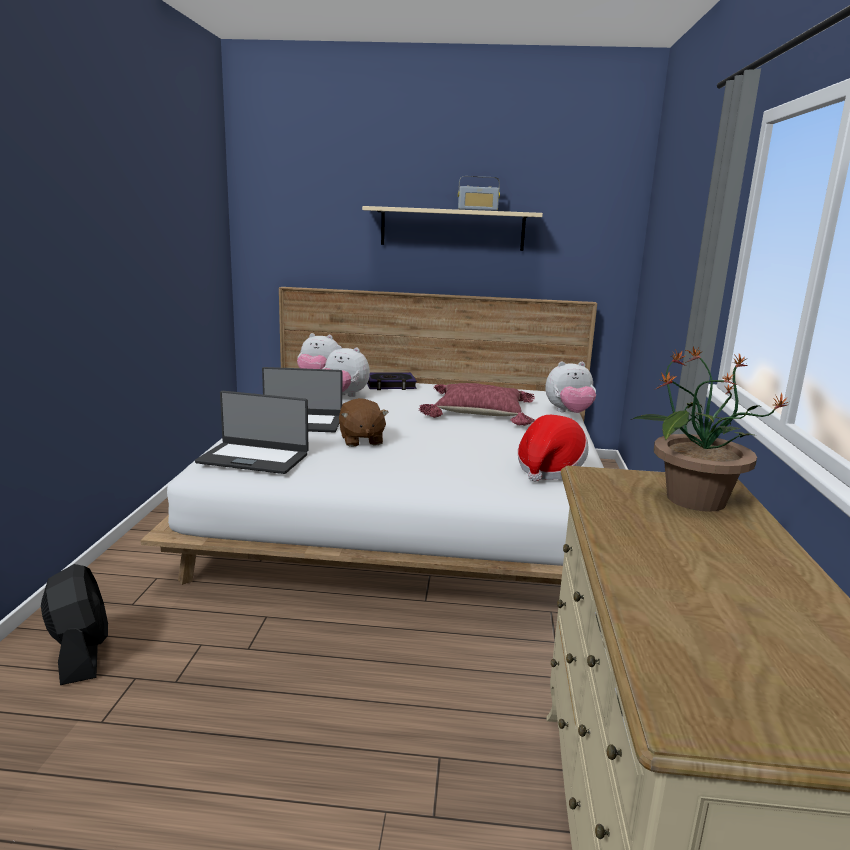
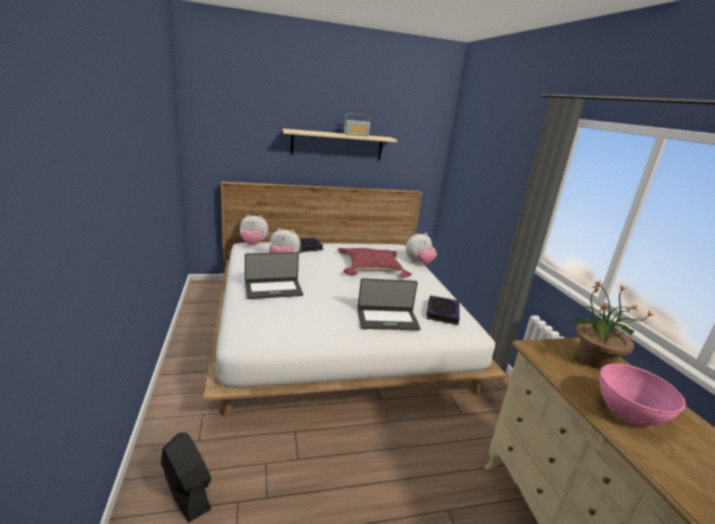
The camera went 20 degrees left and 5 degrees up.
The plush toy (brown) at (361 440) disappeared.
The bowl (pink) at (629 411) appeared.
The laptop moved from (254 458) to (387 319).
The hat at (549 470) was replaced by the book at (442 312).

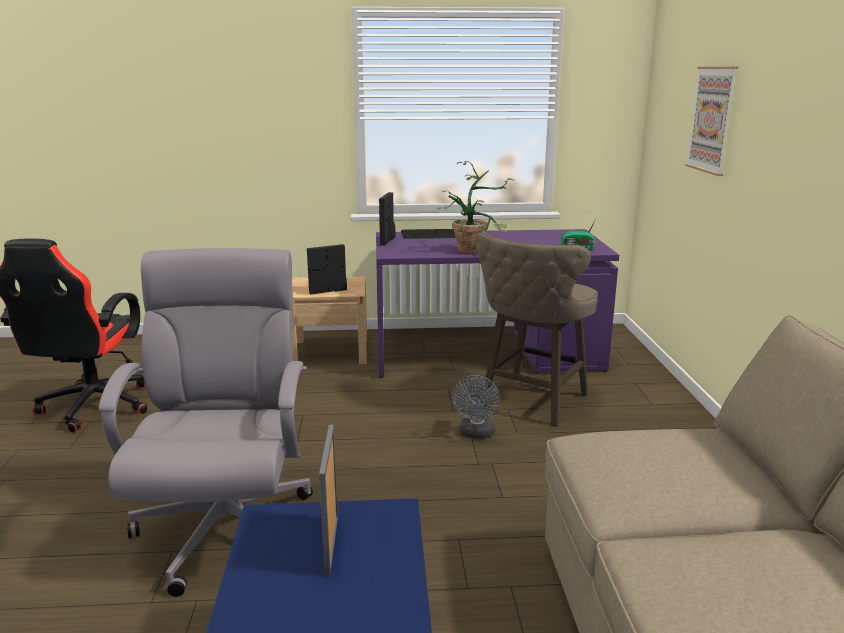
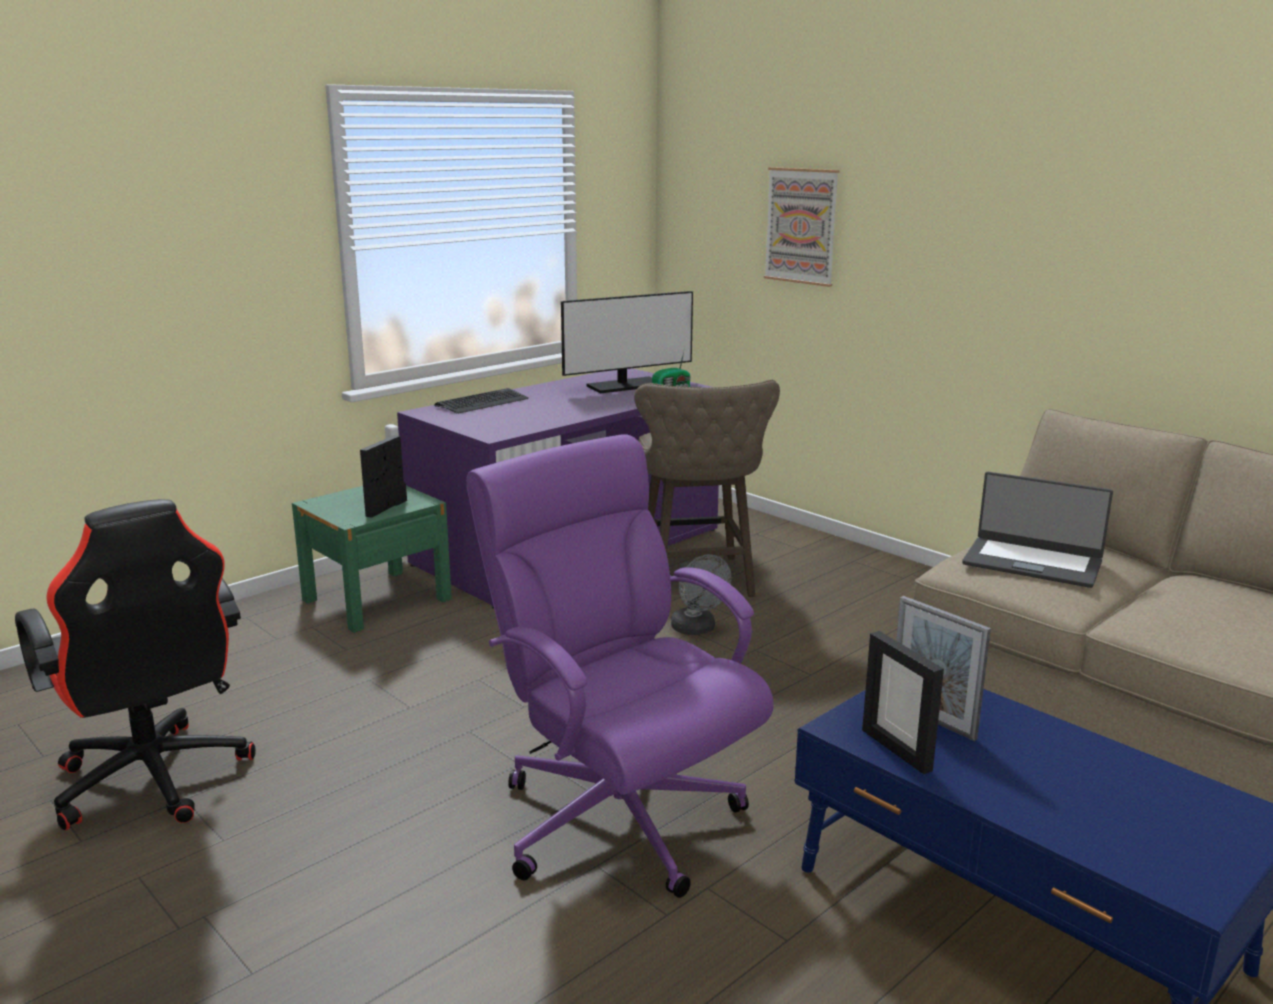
The camera went 40 degrees left and 0 degrees up.
The potted plant at (475 249) disappeared.
The monitor at (625 386) appeared.
The laptop at (1032 562) appeared.
The picture frame moved from (387 241) to (897 749).
The office chair (grey) at (226 532) became the office chair (purple) at (619 821).
The nightstand (beige) at (330 352) became the nightstand (green) at (377 599).

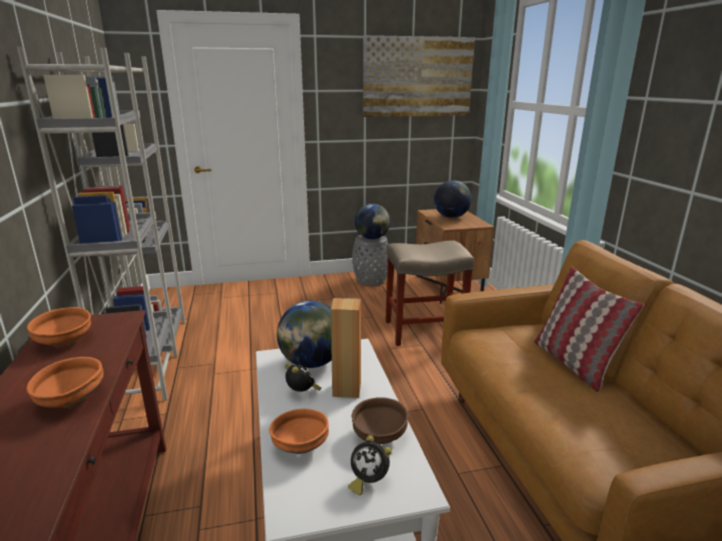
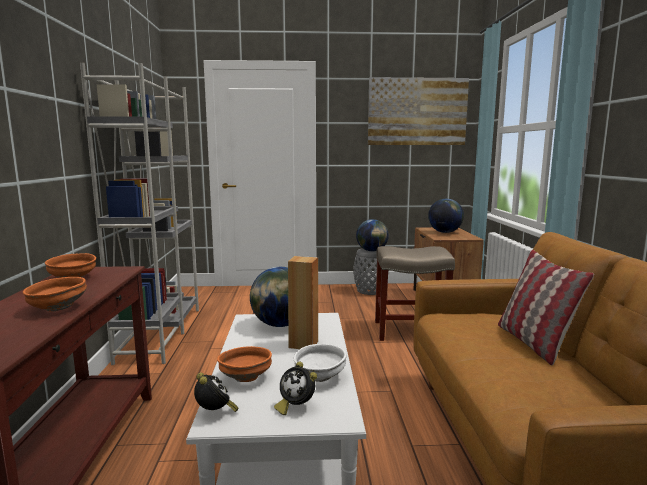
The camera went 10 degrees right and 10 degrees down.
The alarm clock moved from (302 393) to (215 413).
The bowl (brown) at (378 436) became the bowl (white) at (319 377).

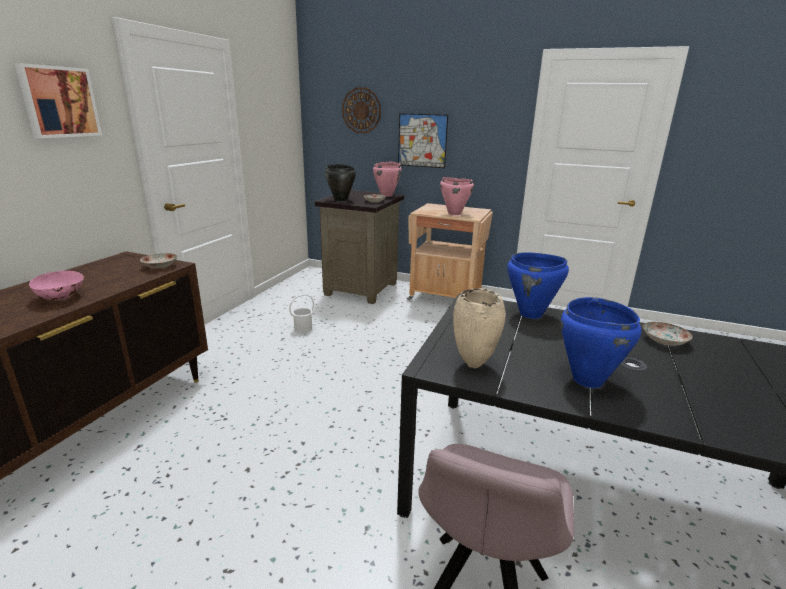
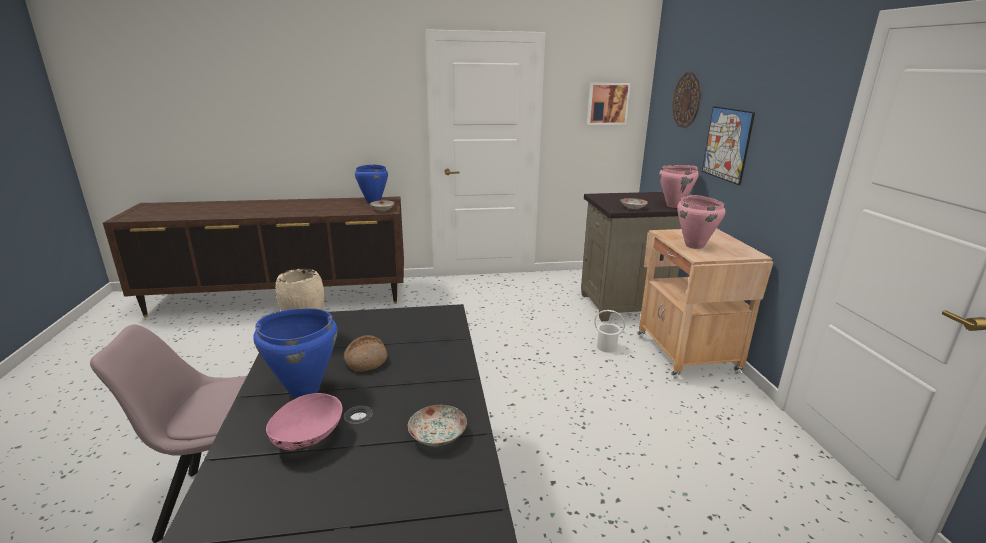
The camera went 60 degrees right and 0 degrees up.
The cooking pot (black) at (341 200) disappeared.
The bread at (366 360) appeared.
The picture moved from (59 102) to (607 103).
The bowl (pink) moved from (62 297) to (308 439).
The bucket (white) moved from (303 328) to (606 347).
The cooking pot (blue) moved from (531 314) to (373 202).

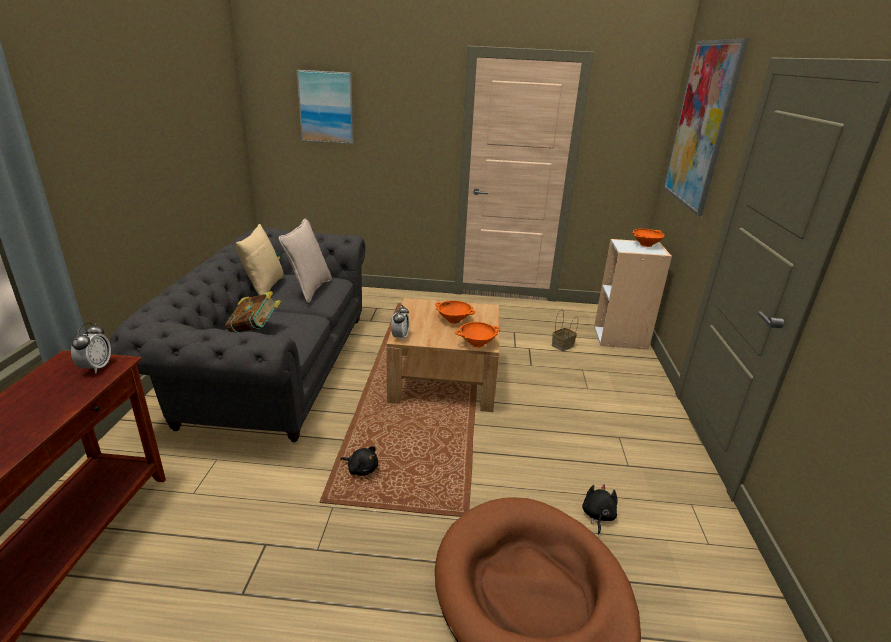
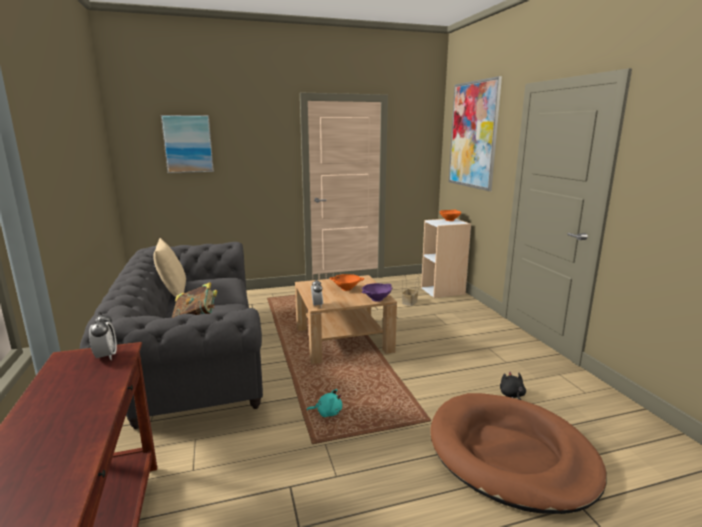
The camera went 20 degrees left and 10 degrees down.
The pillow (beige) at (309 289) disappeared.
The plush toy (black) at (361 469) became the plush toy (turquoise) at (327 412).
The bowl (orange) at (477 344) became the bowl (purple) at (377 299).

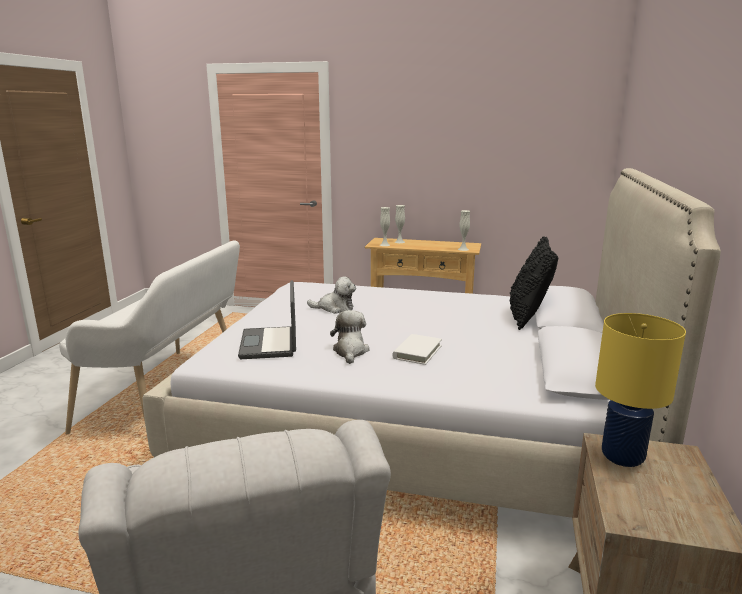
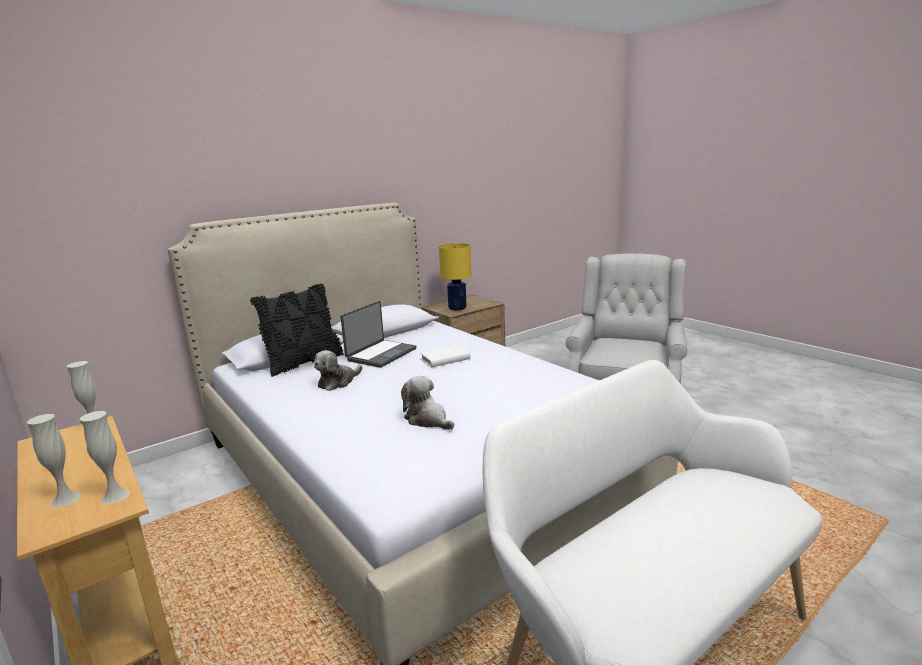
The camera went 140 degrees left and 0 degrees up.
The laptop moved from (270 344) to (380 354).
The plush toy moved from (350 351) to (338 382).

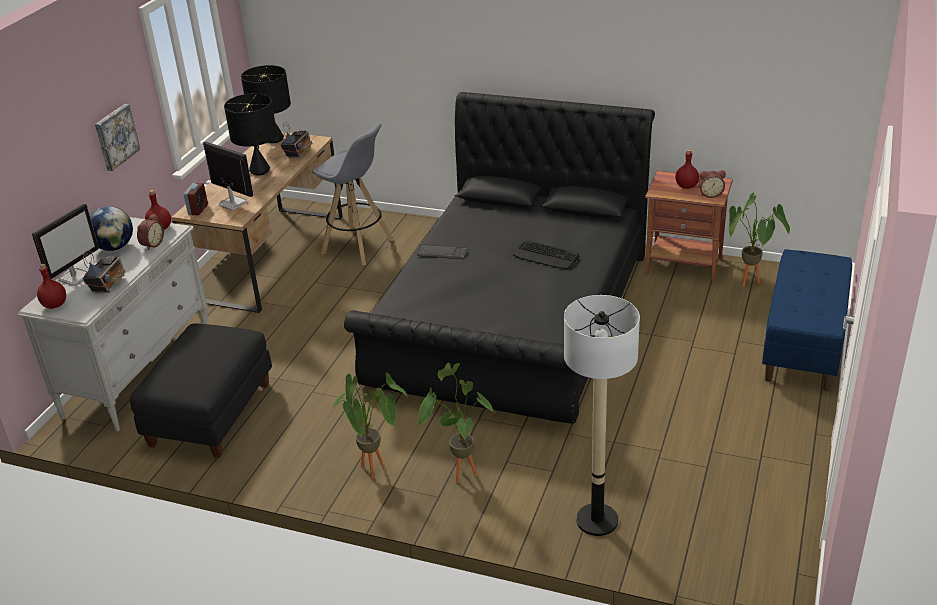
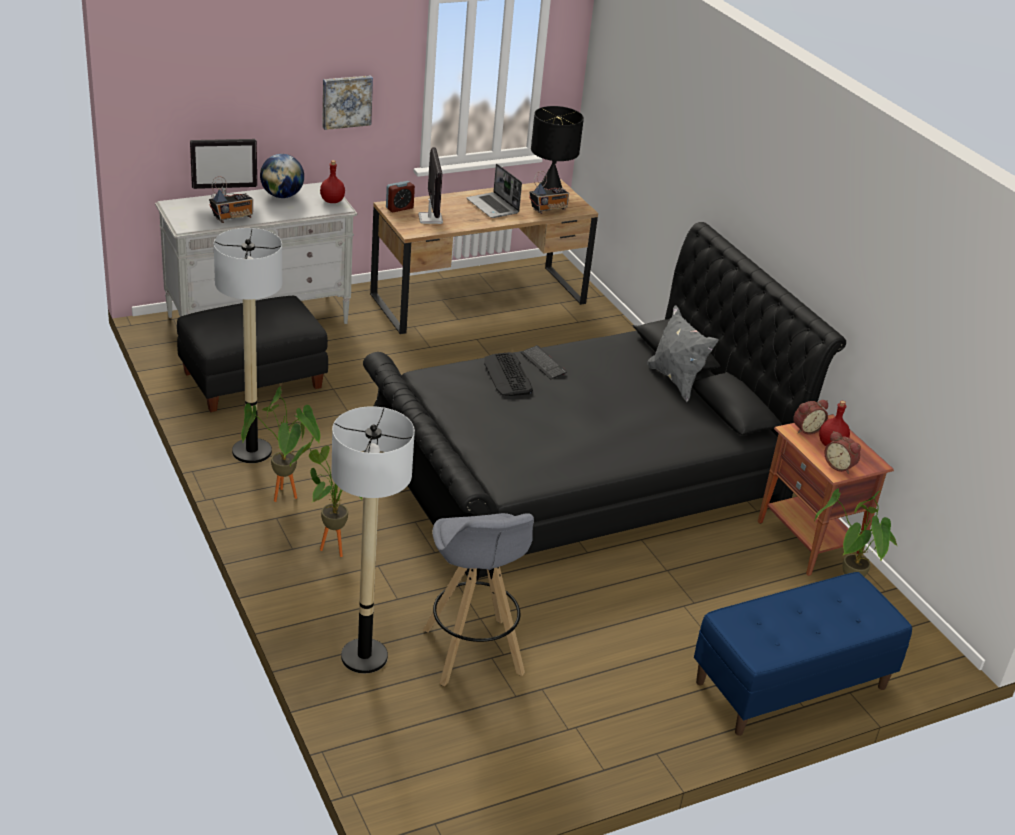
The camera went 40 degrees right and 0 degrees up.
The bottle (red) at (55 305) disappeared.
The floor lamp at (251 451) appeared.
The pillow (grey) at (676 381) appeared.
The alarm clock moved from (152 244) to (806 429).
The stool (grey) moved from (359 247) to (472 654).
The keyboard moved from (546 256) to (507 375).
The table lamp (black) at (260 171) was replaced by the laptop at (493 207).

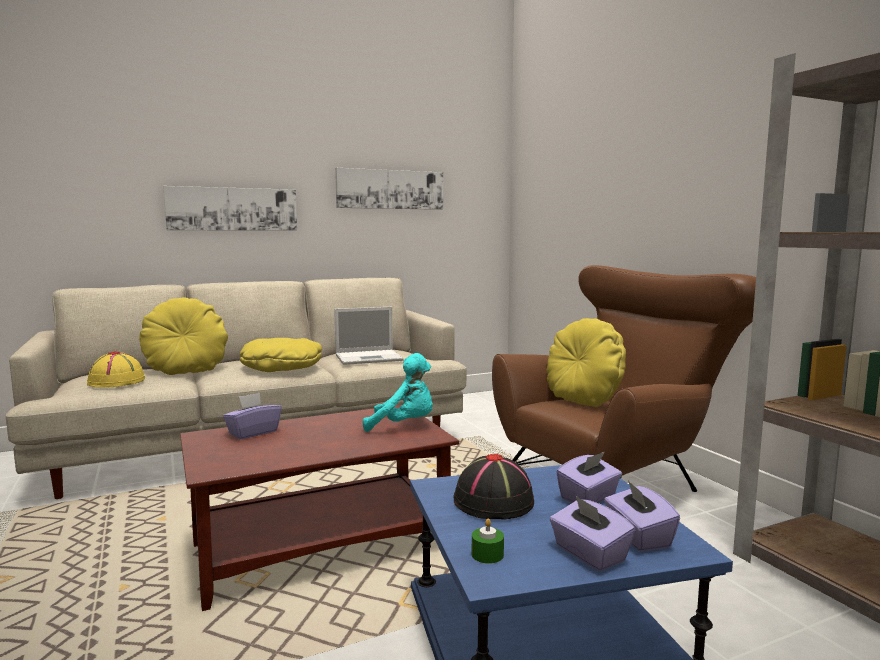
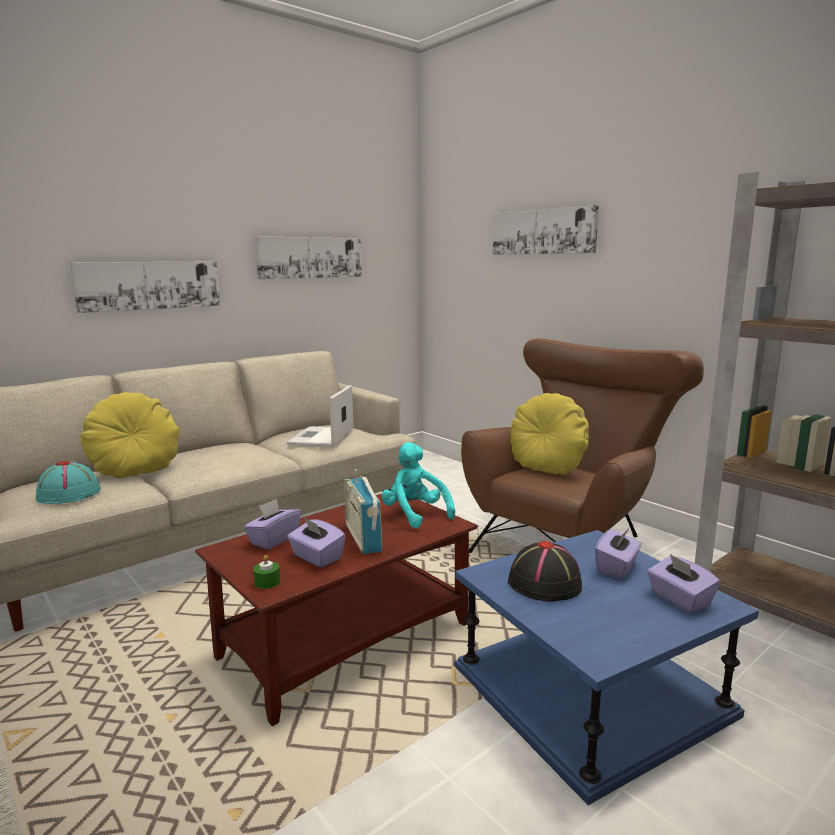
The camera went 15 degrees left and 5 degrees up.
The pillow (yellow) at (282 366) disappeared.
The radio at (363 538) appeared.
The picture at (543 232) appeared.
The candle (green) moved from (487 554) to (267 582).
The tissue box (purple) moved from (589 554) to (316 557).
The hat (yellow) at (117 382) became the hat (turquoise) at (69 494).
The laptop at (370 357) turned 135 degrees clockwise.
The plush toy (turquoise) at (404 425) turned 120 degrees counterclockwise.

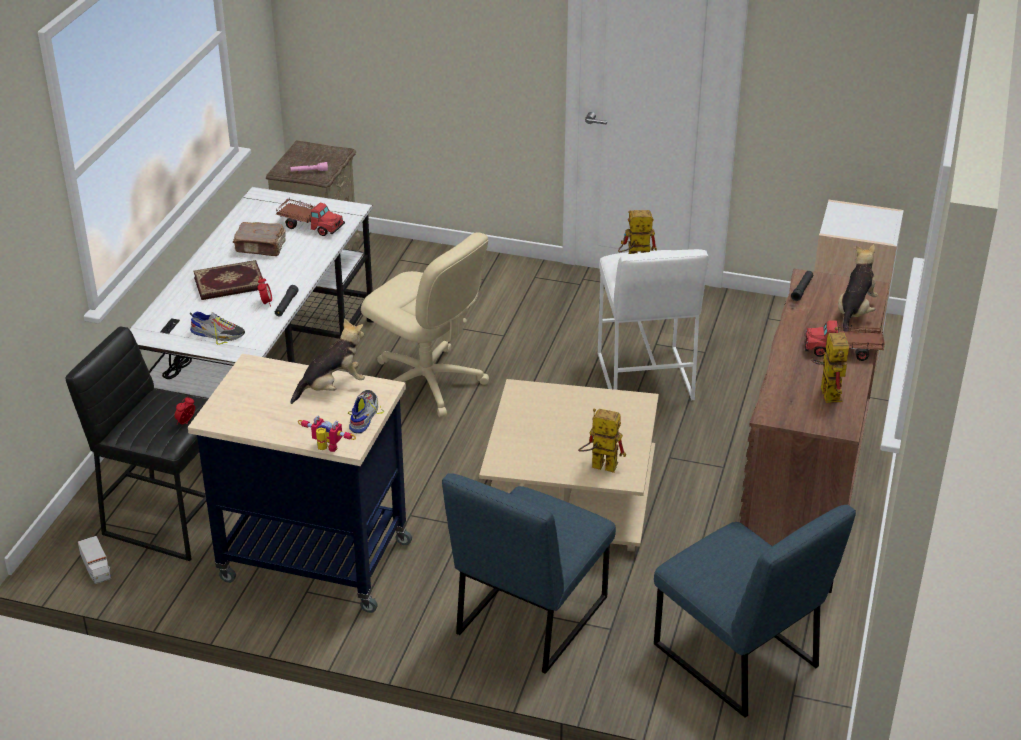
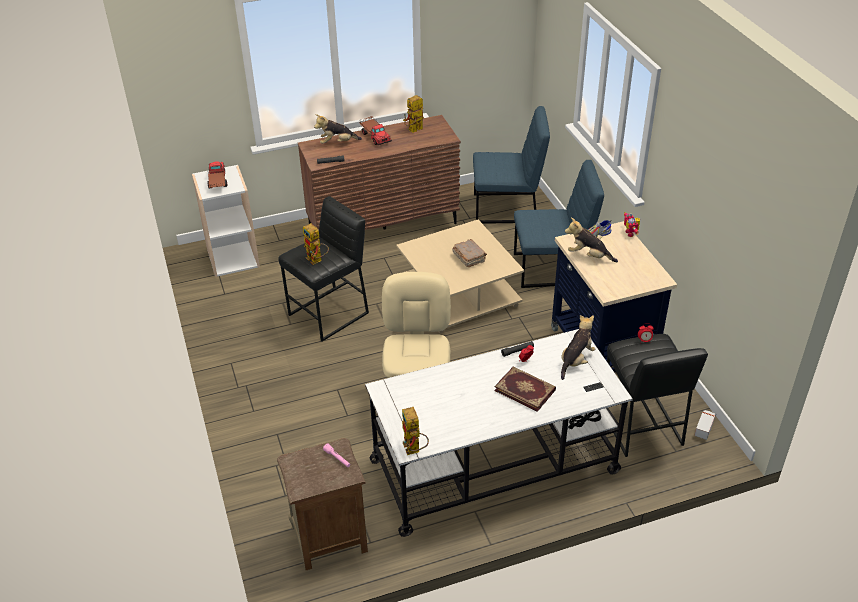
The camera went 125 degrees left and 5 degrees up.
The book (brown) moved from (261 247) to (469 258).
The toy truck moved from (310 225) to (217 181).
The toy robot moved from (598 466) to (414 450).
The shoe at (218 334) was replaced by the plush toy at (576 360).
The stool (white) at (645 378) became the stool (black) at (329 313).
The chair (blue) at (738 658) turned 75 degrees clockwise.

